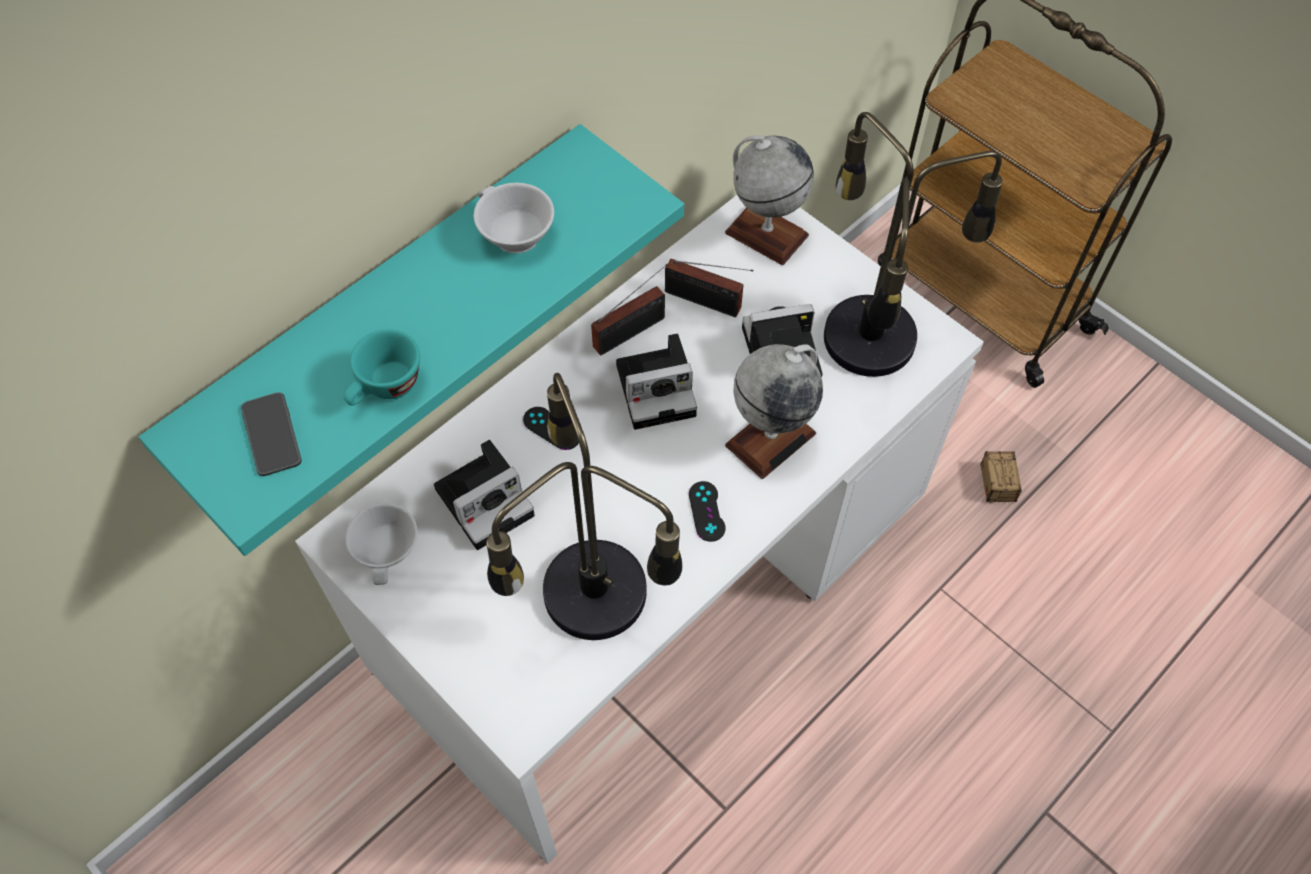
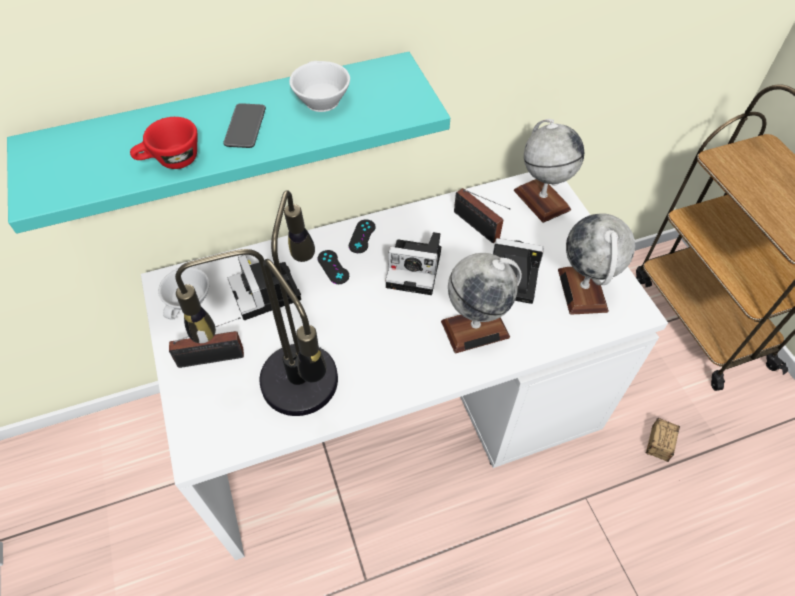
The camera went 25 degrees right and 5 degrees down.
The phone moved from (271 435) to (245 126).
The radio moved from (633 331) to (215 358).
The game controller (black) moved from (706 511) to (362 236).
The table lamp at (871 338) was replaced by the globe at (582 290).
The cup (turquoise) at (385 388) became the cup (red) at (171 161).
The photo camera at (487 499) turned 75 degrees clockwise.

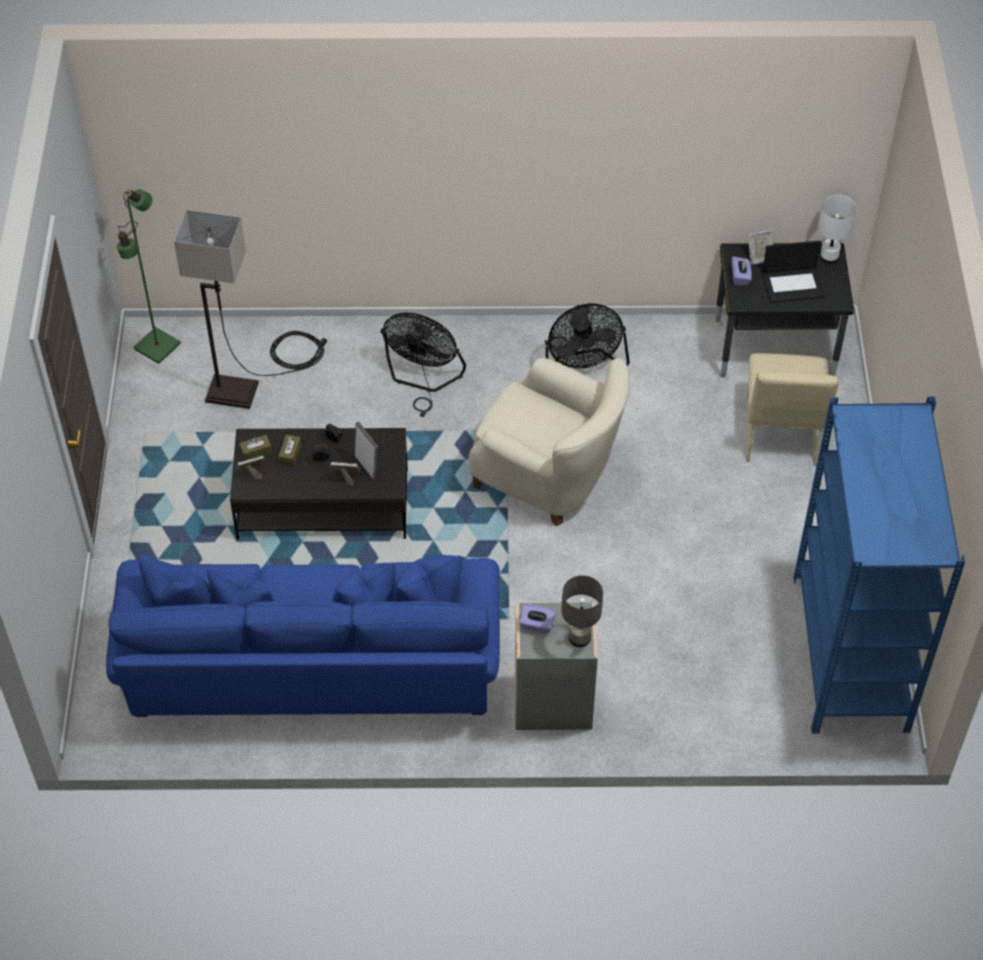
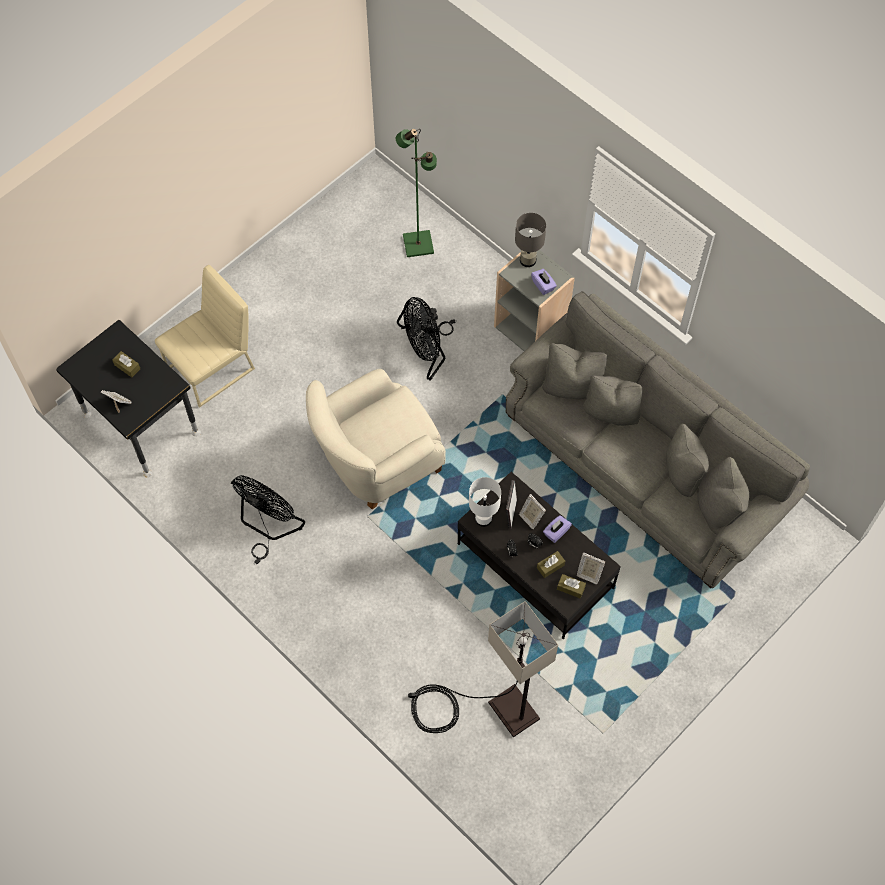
The camera went 135 degrees left and 10 degrees up.
The bookcase (blue) at (850 653) disappeared.
The floor lamp (green) moved from (157 346) to (418 244).
The fan (black) moved from (421 379) to (427 346).
The tissue box (purple) moved from (740 277) to (556 532).
The table lamp (white) moved from (829 256) to (483 518).
The laptop at (793 284) was replaced by the tissue box (brown) at (127 367).
The sofa (blue) at (312 666) became the sofa (grey) at (644 462).
The armchair (beige) at (549 475) turned 105 degrees counterclockwise.

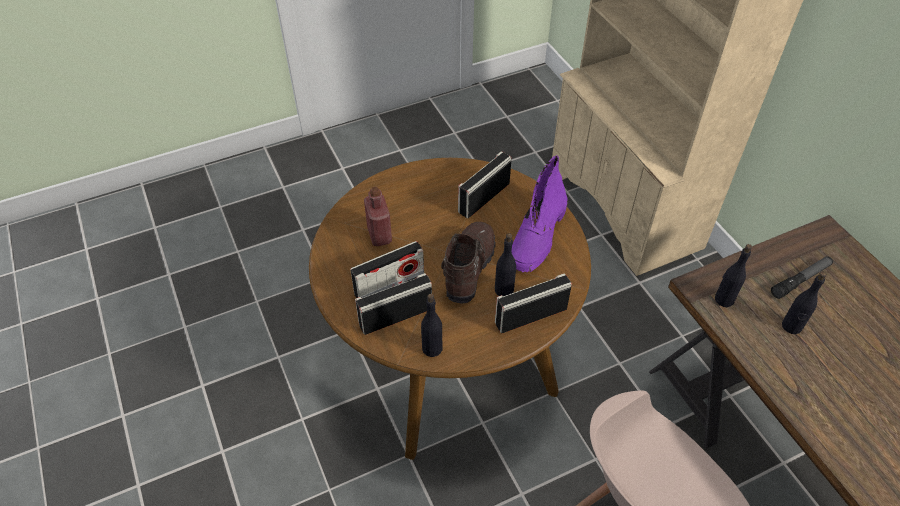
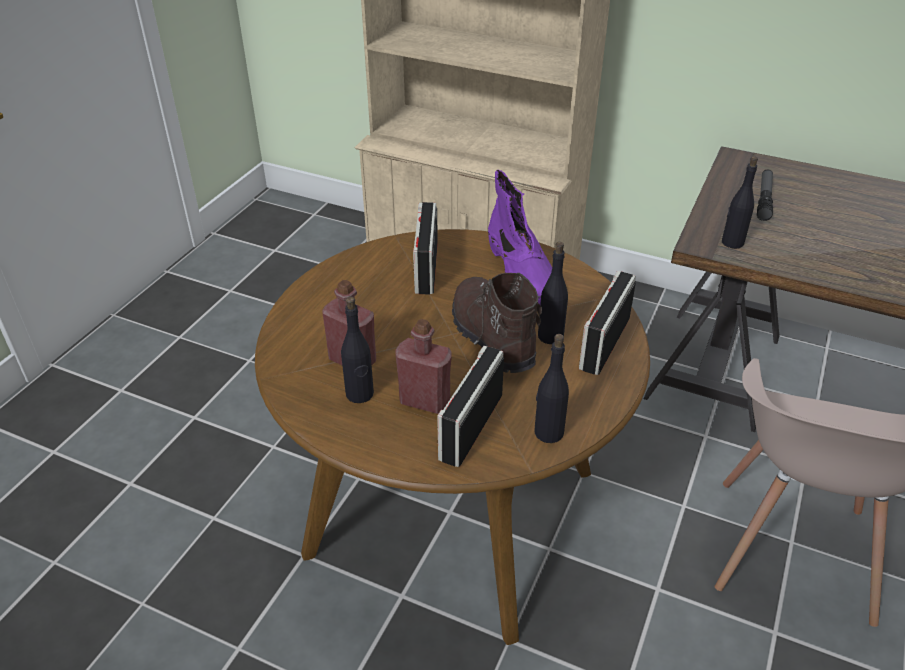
The camera went 40 degrees left and 10 degrees down.
The bottle (black) moved from (791 326) to (359 394).
The radio at (389 285) was replaced by the bottle (red) at (424 401).

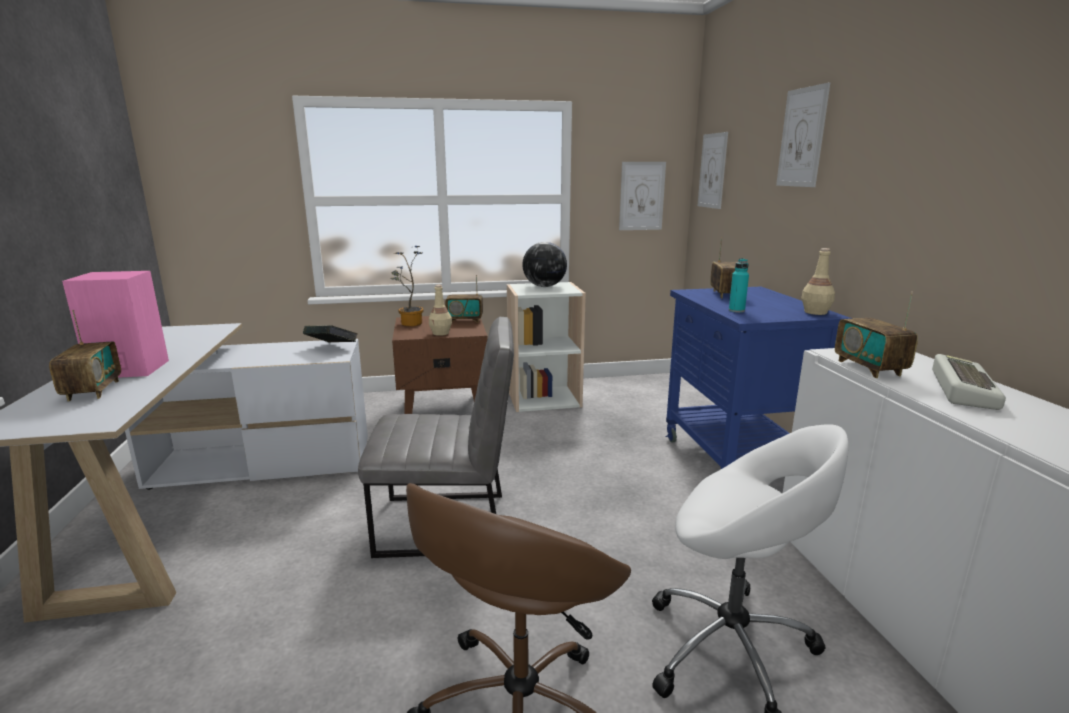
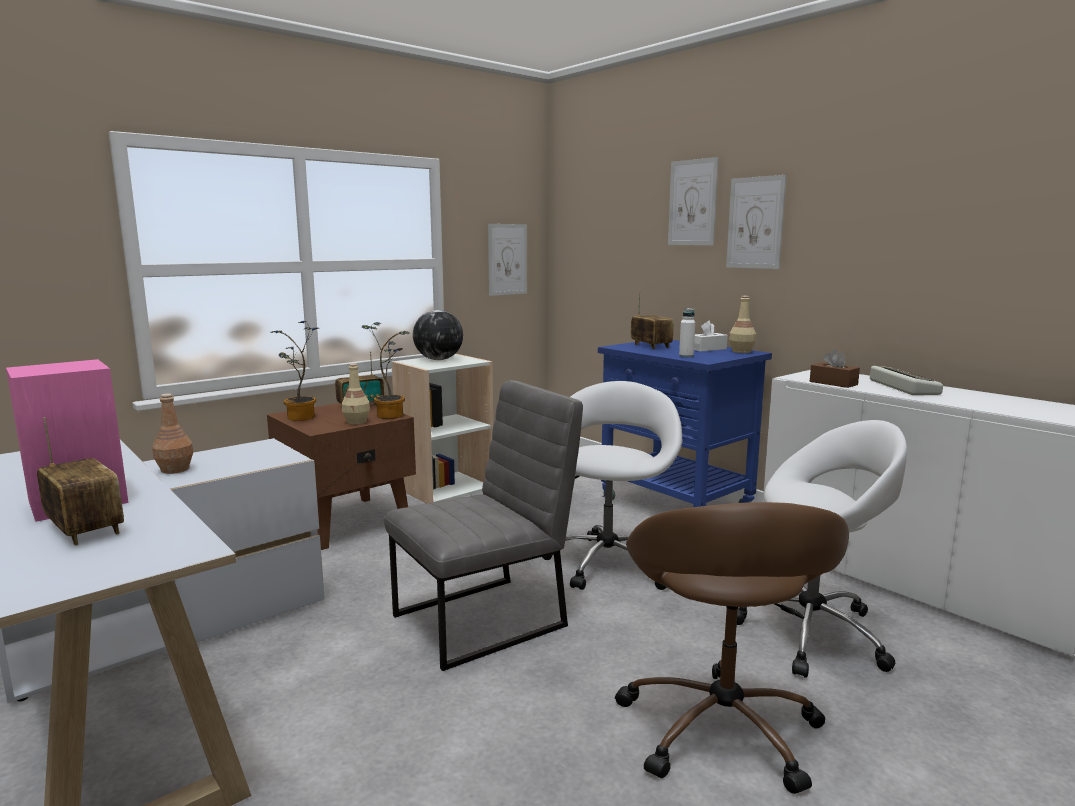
The camera went 30 degrees left and 5 degrees down.
The book at (332 348) disappeared.
The bottle (brown) at (175 469) appeared.
The potted plant at (391 414) appeared.
The office chair (white) at (610 563) appeared.
The tissue box (white) at (708 349) appeared.
The picture moved from (712 171) to (755 223).
The radio at (869 368) was replaced by the tissue box (brown) at (833 383).
The bottle (turquoise) at (736 310) became the bottle (white) at (686 356).

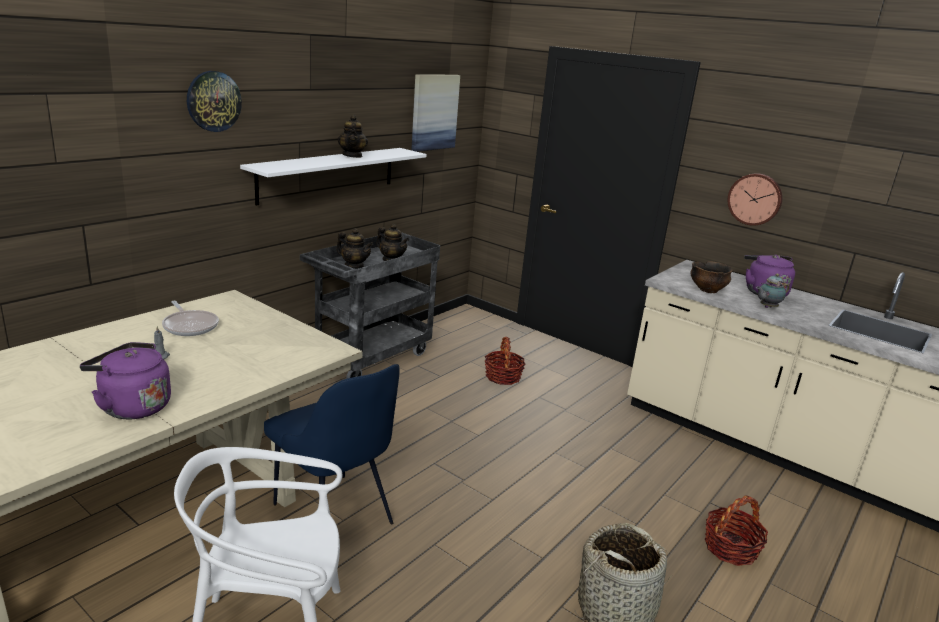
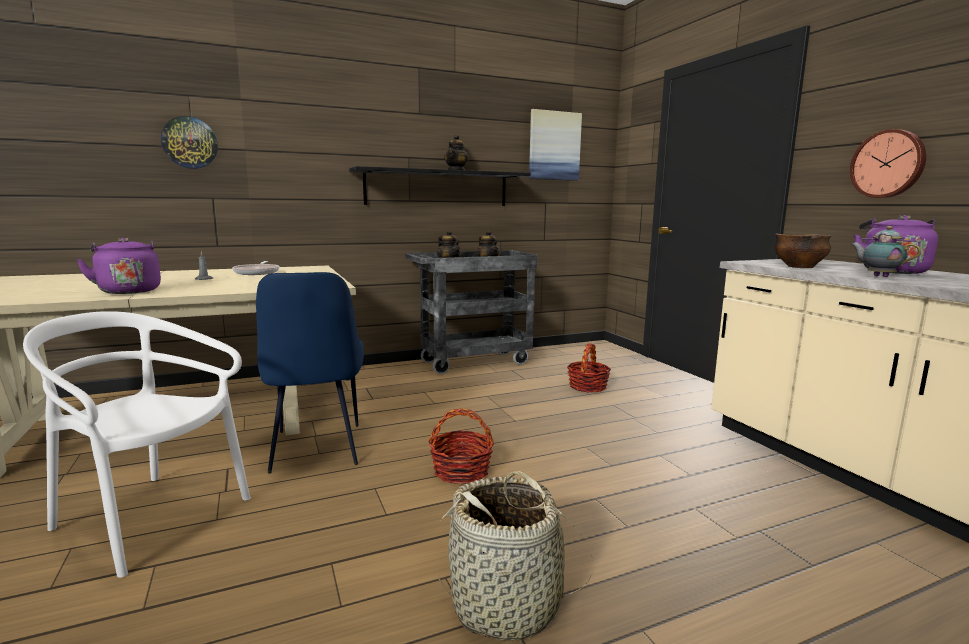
The camera went 30 degrees right and 10 degrees down.
The wall clock moved from (213 101) to (190 142).
The basket moved from (730 548) to (461 471).
The shelf (white) at (328 174) became the shelf (black) at (437 188).
The teapot at (767 307) turned 45 degrees clockwise.

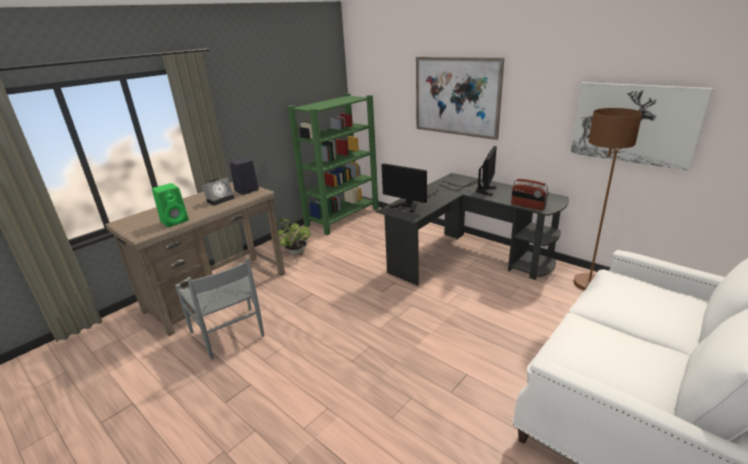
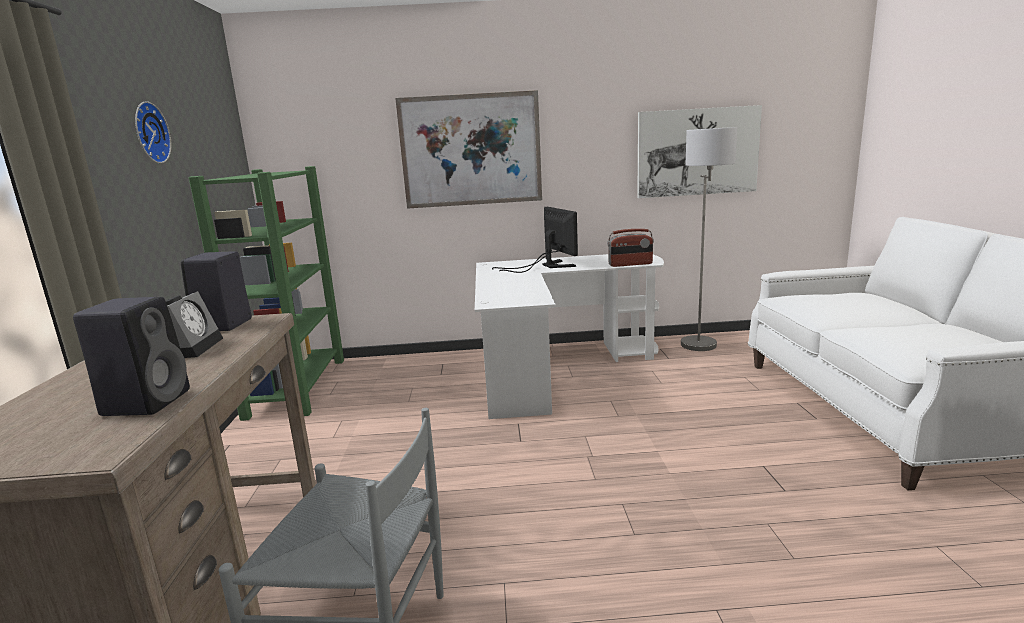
The camera went 45 degrees left and 10 degrees down.
The potted plant at (295 252) disappeared.
The monitor at (410 203) disappeared.
The wall clock at (148 133) appeared.
The speaker (green) at (175 221) became the speaker (black) at (148 401).
The desk (black) at (467 257) became the desk (white) at (554 366).
The floor lamp (brown) at (584 287) became the floor lamp (grey) at (701 349).

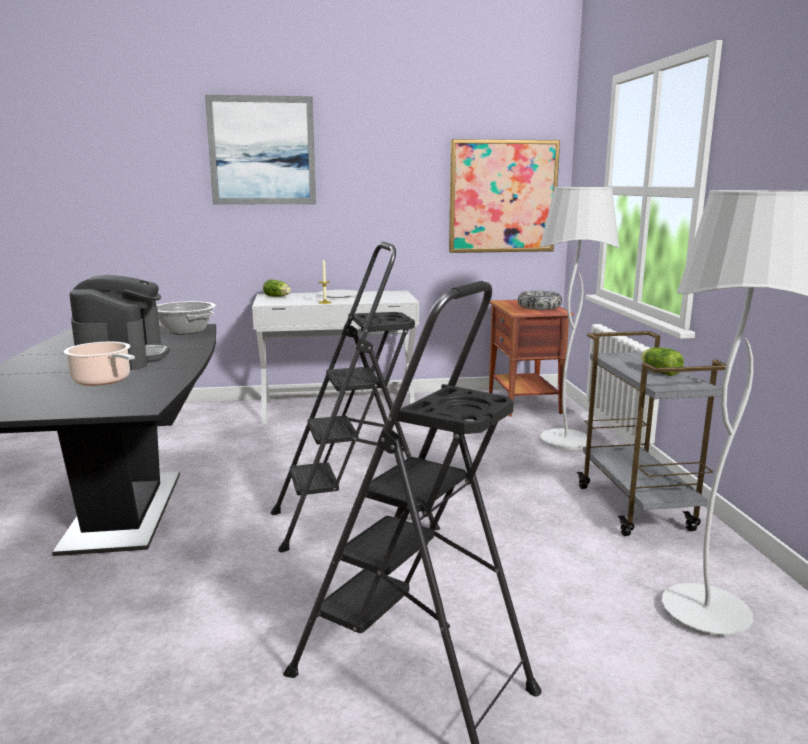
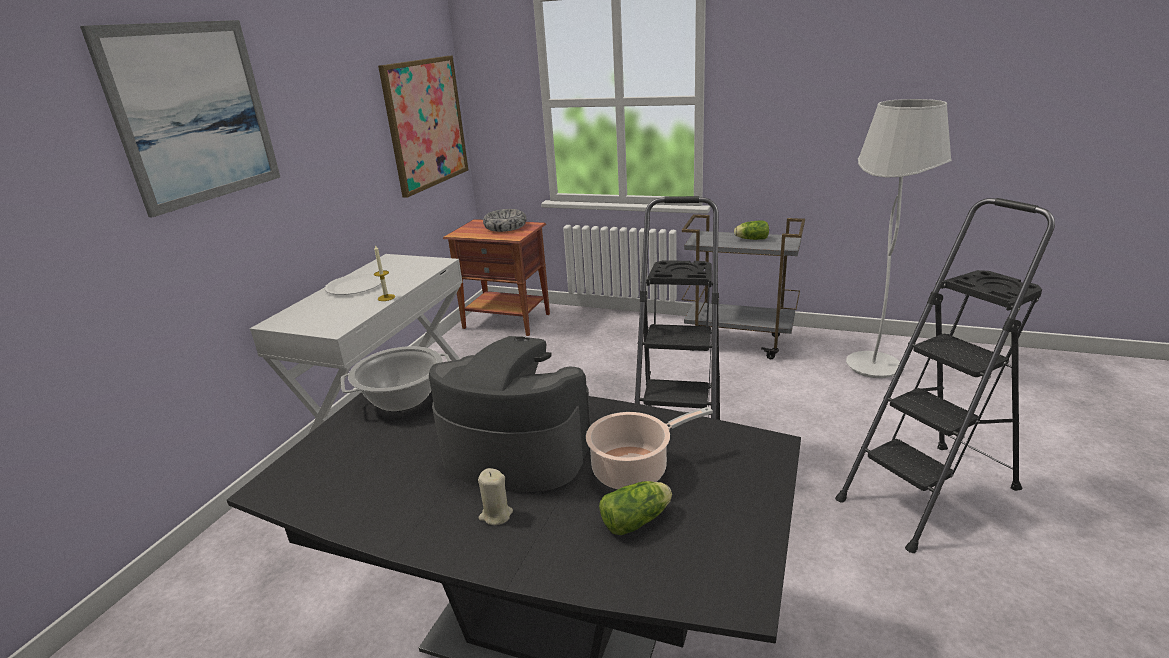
The camera went 60 degrees left and 10 degrees up.
The floor lamp (white) at (565 441) disappeared.
The candle (beige) at (496 515) appeared.
The lettuce moved from (278 296) to (638 520).

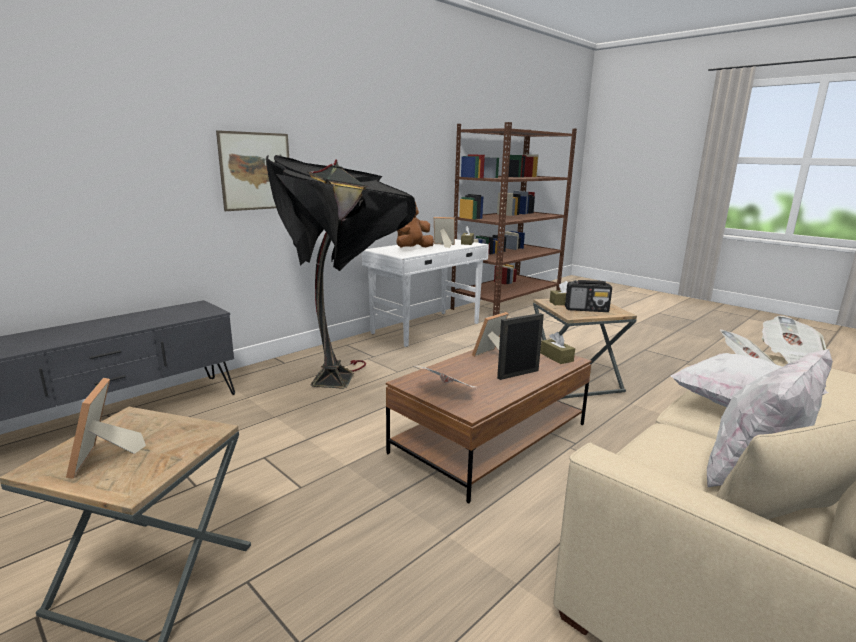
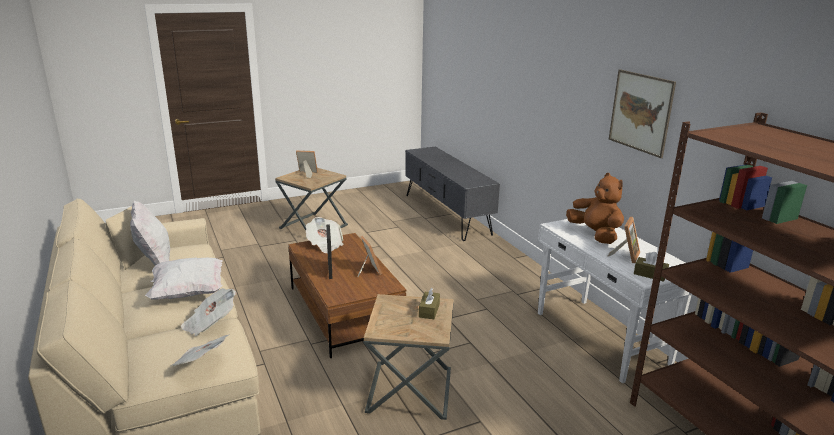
The camera went 110 degrees right and 5 degrees up.
The floor lamp (black) at (344 381) disappeared.
The tissue box (brown) at (556 357) disappeared.
The radio at (587 309) disappeared.
The picture moved from (256 171) to (640 112).

